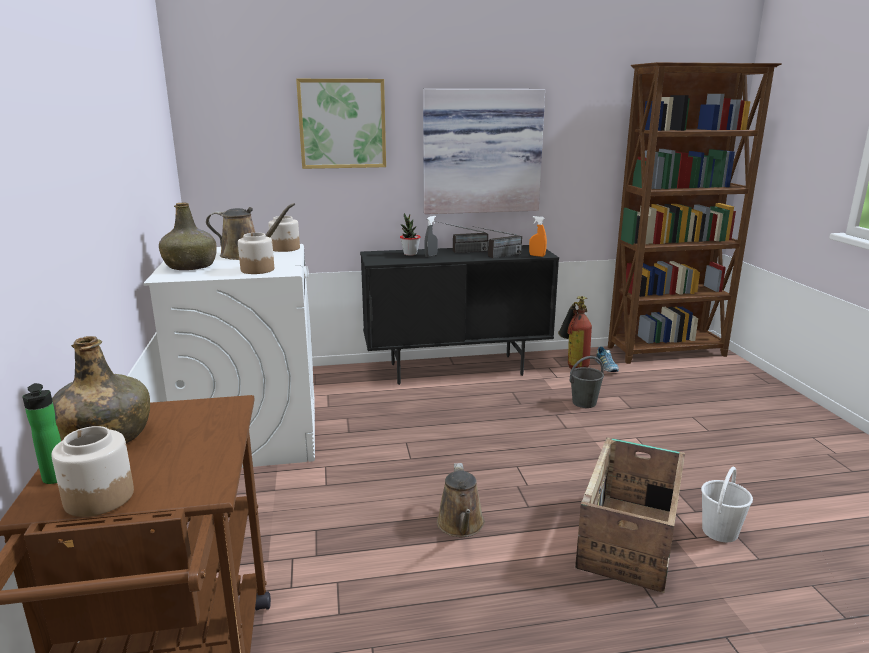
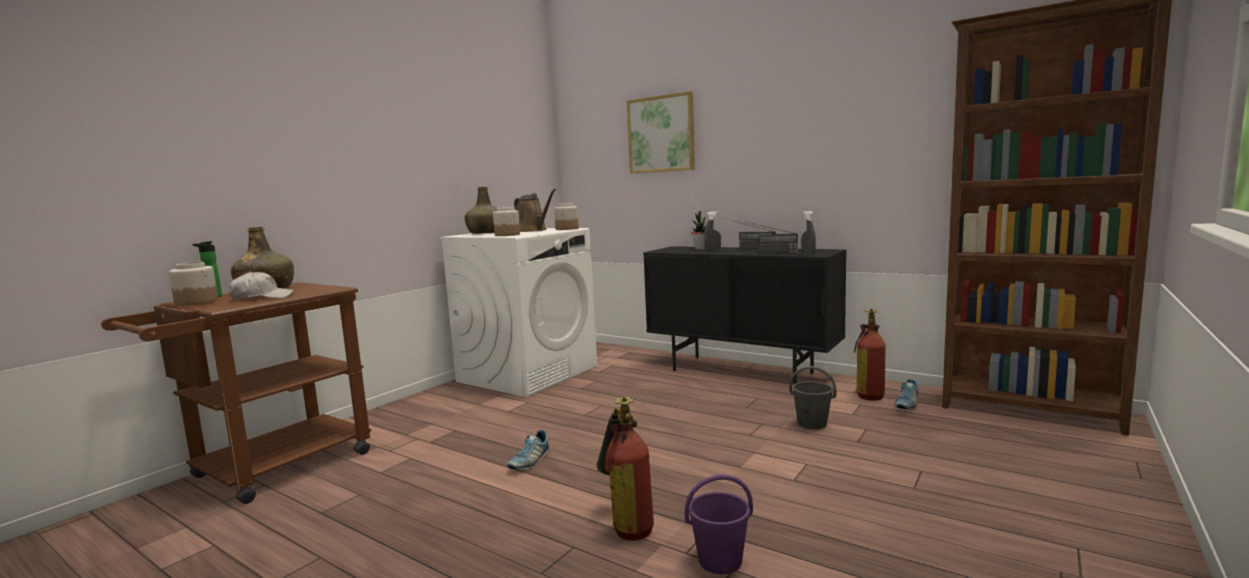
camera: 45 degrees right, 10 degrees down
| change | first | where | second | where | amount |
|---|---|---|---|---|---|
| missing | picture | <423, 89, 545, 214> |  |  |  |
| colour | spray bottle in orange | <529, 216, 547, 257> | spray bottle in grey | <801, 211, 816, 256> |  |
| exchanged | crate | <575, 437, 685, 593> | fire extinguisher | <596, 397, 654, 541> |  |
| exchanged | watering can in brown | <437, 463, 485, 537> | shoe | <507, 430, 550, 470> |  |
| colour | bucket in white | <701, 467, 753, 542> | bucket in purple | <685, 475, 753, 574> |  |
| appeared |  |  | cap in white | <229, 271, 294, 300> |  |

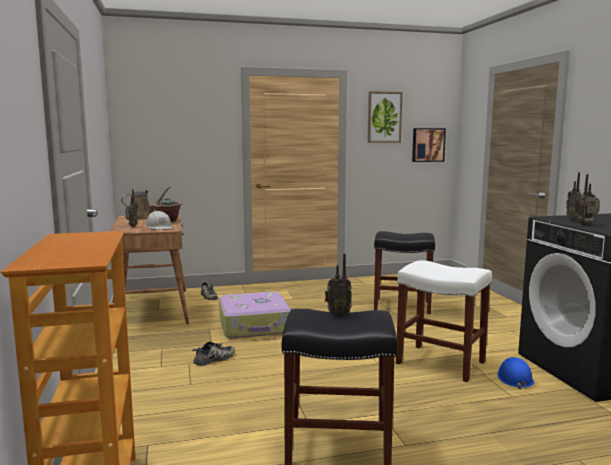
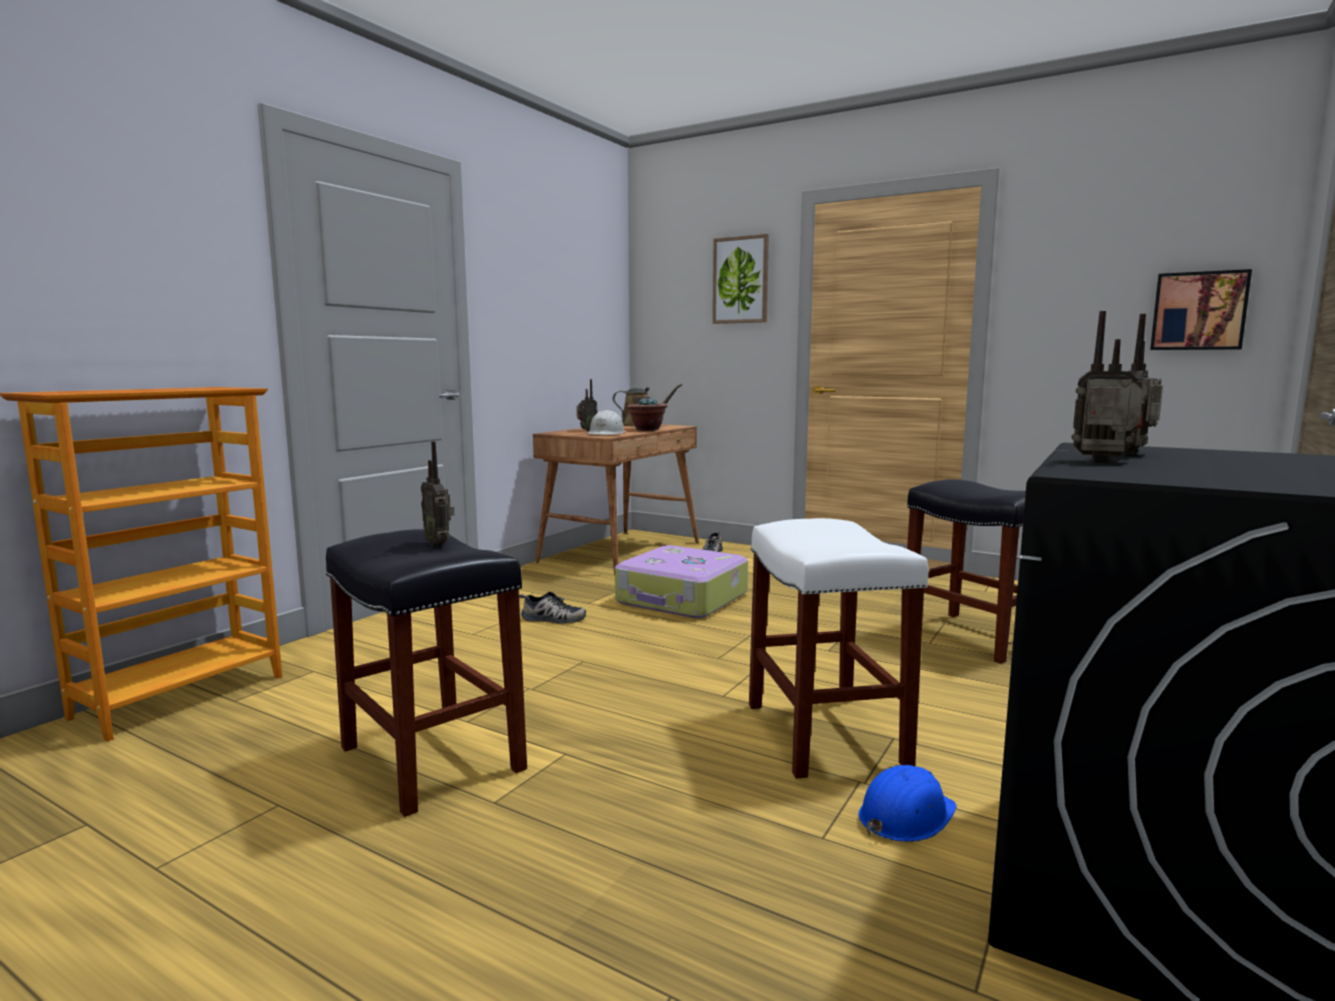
camera: 45 degrees right, 0 degrees up
| change | first | where | second | where | amount |
|---|---|---|---|---|---|
| relocated | picture | <368, 91, 403, 143> |  | <713, 234, 769, 324> |  |

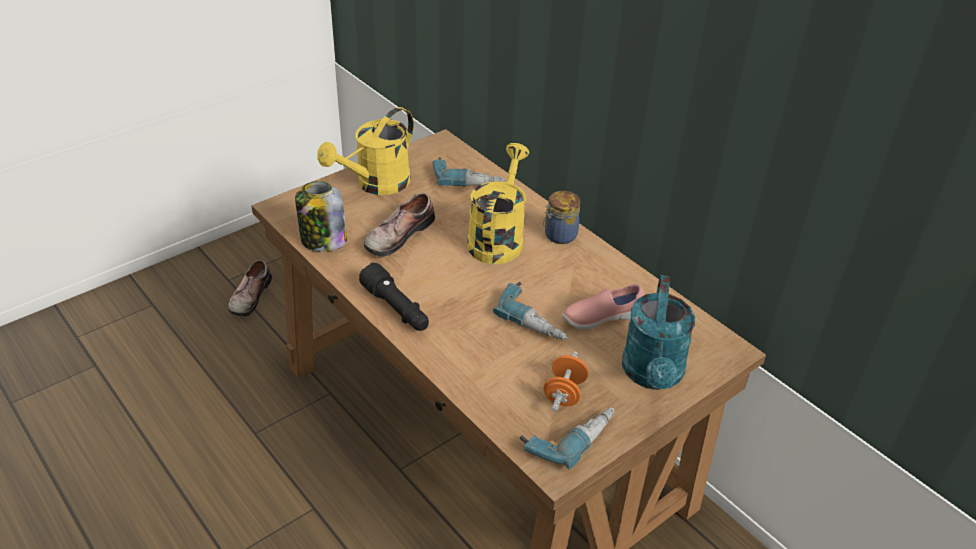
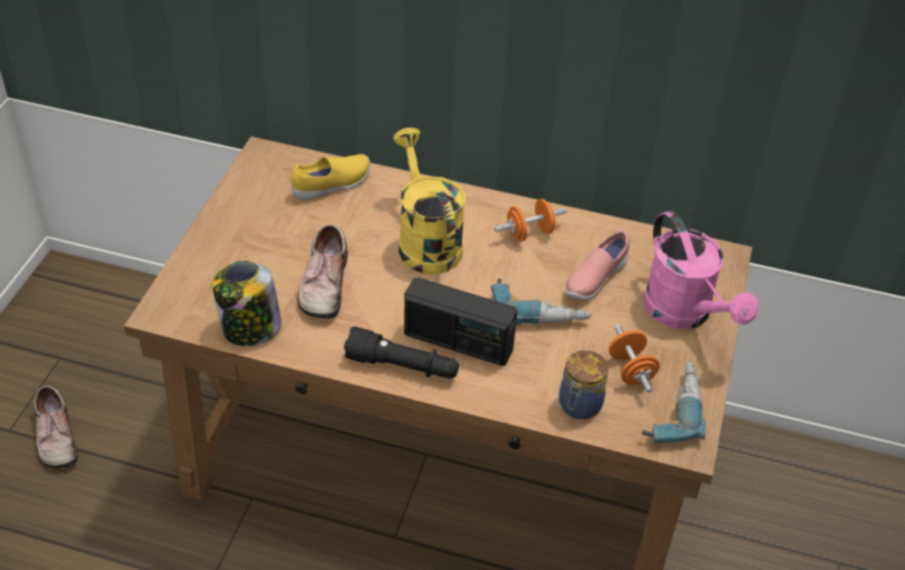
camera: 35 degrees left, 5 degrees up
| change | first | where | second | where | amount |
|---|---|---|---|---|---|
| missing | watering can in yellow | <317, 107, 414, 195> |  |  |  |
| exchanged | power drill | <432, 157, 506, 187> | shoe in yellow | <291, 154, 371, 200> |  |
| relocated | jar | <543, 191, 580, 244> |  | <559, 350, 608, 419> |  |
| colour | watering can in turquoise | <622, 275, 695, 390> | watering can in pink | <643, 211, 759, 329> |  |
| appeared |  |  | dumbbell in orange | <494, 199, 567, 242> |  |
| appeared |  |  | radio | <404, 277, 518, 366> |  |

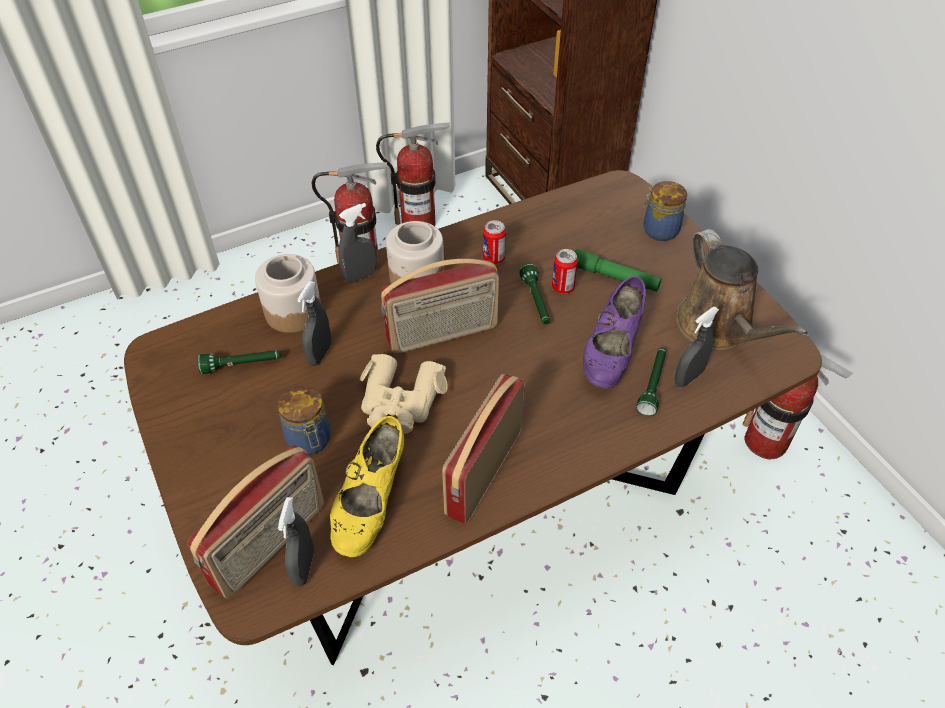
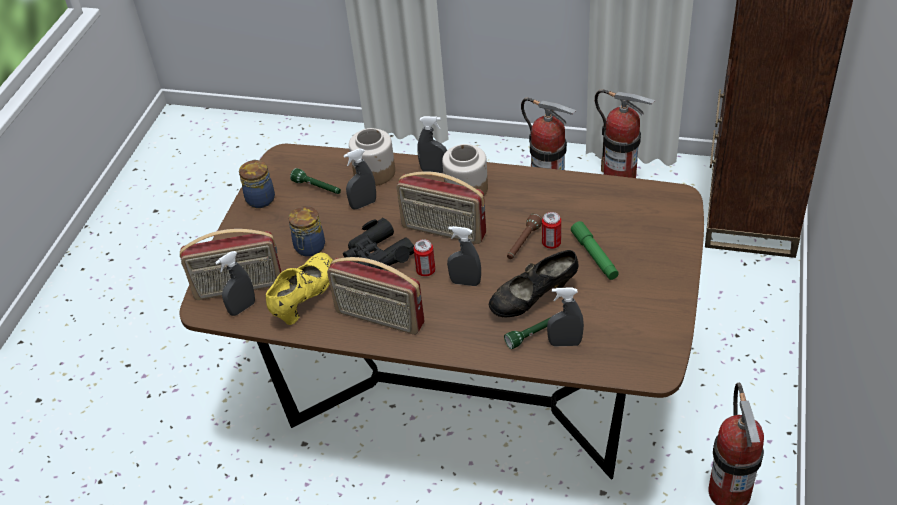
camera: 45 degrees right, 5 degrees down
| change | first | where | second | where | amount |
|---|---|---|---|---|---|
| relocated | jar | <643, 181, 687, 241> |  | <239, 160, 275, 208> |  |
| relocated | can | <483, 220, 506, 264> |  | <414, 239, 435, 276> |  |
| missing | watering can in brown | <676, 229, 808, 350> |  |  |  |
| colour | flashlight in green | <519, 264, 550, 325> | flashlight in brown | <507, 214, 542, 259> |  |
| colour | shoe in purple | <583, 276, 646, 389> | shoe in black | <489, 250, 578, 317> |  |
| colour | binoculars in beige | <359, 354, 448, 434> | binoculars in black | <343, 218, 414, 270> |  |
| spun | radio | <442, 374, 525, 525> |  | <327, 257, 425, 335> | 135 degrees counterclockwise |
| spun | shoe in yellow | <330, 416, 404, 557> |  | <266, 253, 333, 325> | 150 degrees clockwise |
| appeared |  |  | spray bottle in grey | <447, 226, 481, 286> |  |

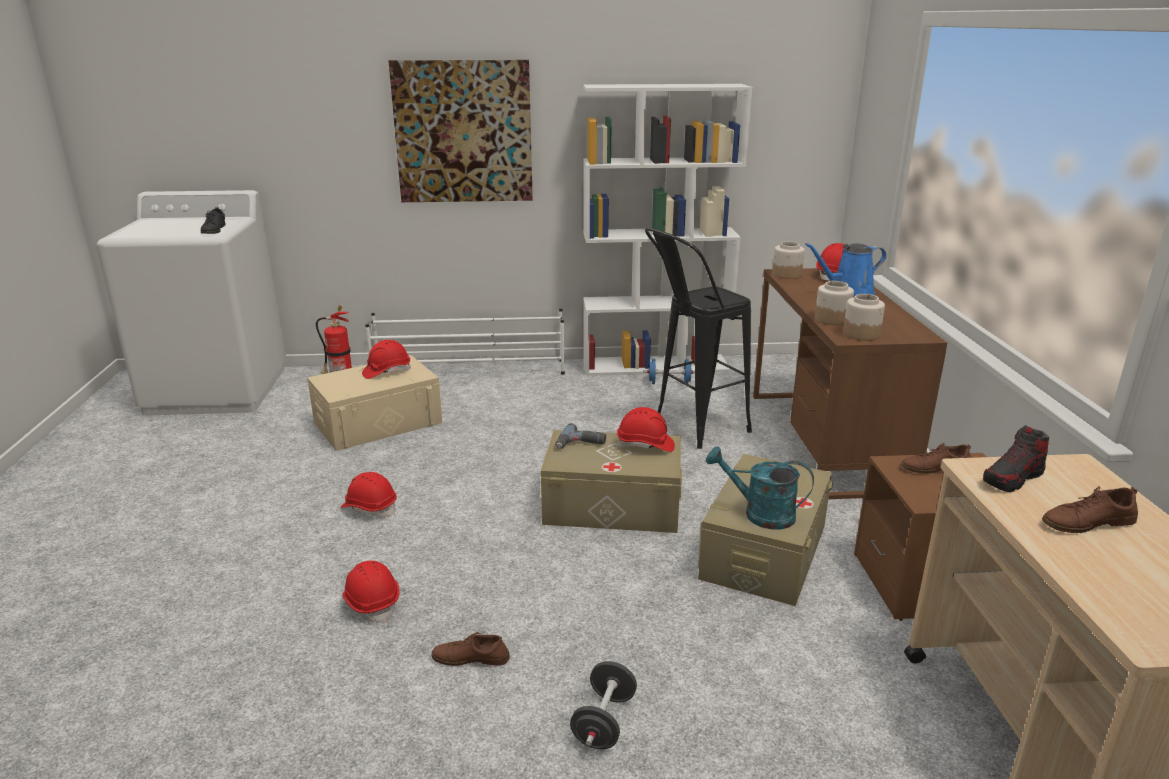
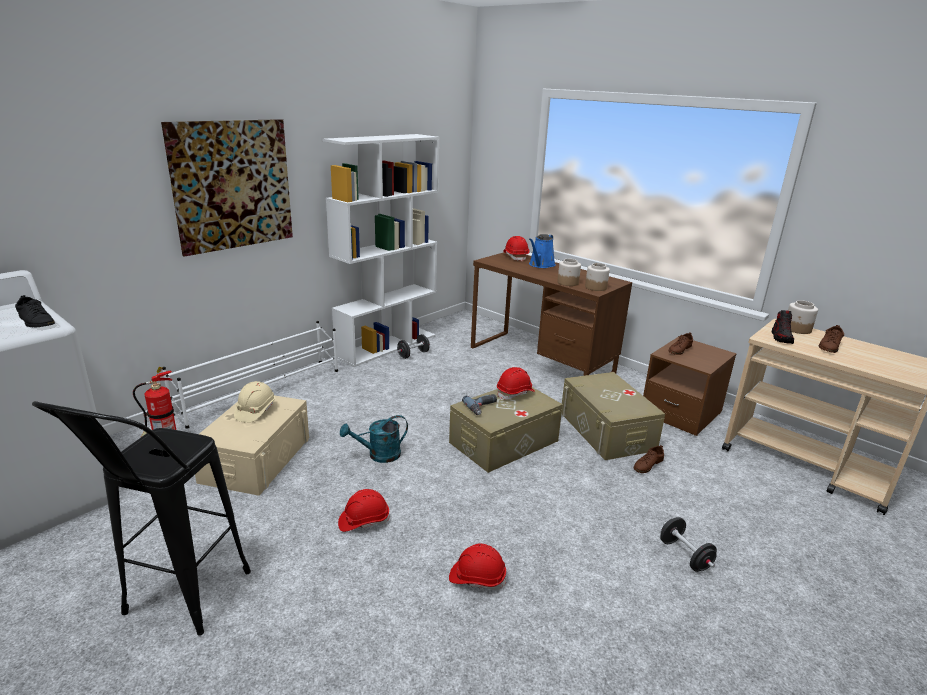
camera: 45 degrees left, 0 degrees up
| change | first | where | second | where | amount |
|---|---|---|---|---|---|
| relocated | stool in black | <645, 228, 752, 449> |  | <32, 401, 251, 636> |  |
| relocated | jar | <772, 242, 805, 279> |  | <788, 300, 818, 334> |  |
| colour | hard hat in red | <362, 340, 411, 379> | hard hat in beige | <234, 381, 275, 423> |  |
| colour | dumbbell in blue | <643, 359, 695, 384> | dumbbell in black | <397, 334, 430, 359> |  |
| relocated | watering can in turquoise | <706, 446, 814, 530> |  | <340, 415, 408, 463> |  |
| relocated | shoe in brown | <431, 632, 510, 666> |  | <634, 445, 664, 473> |  |

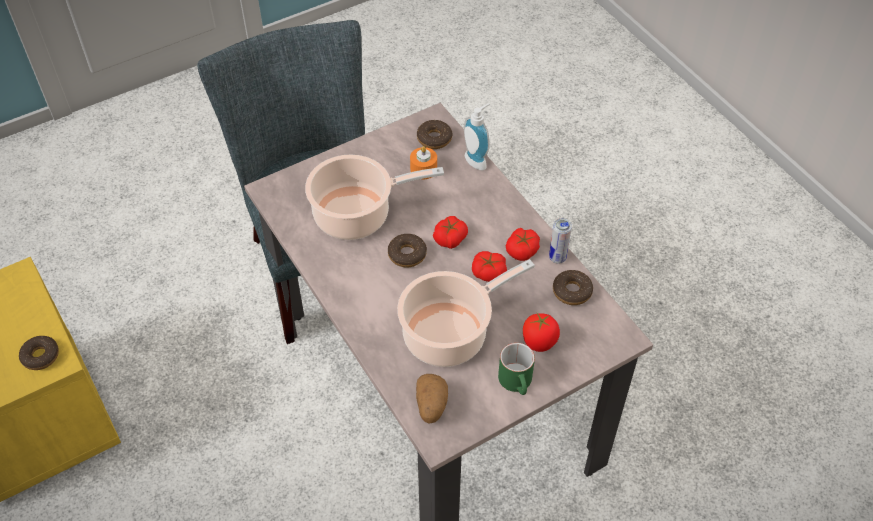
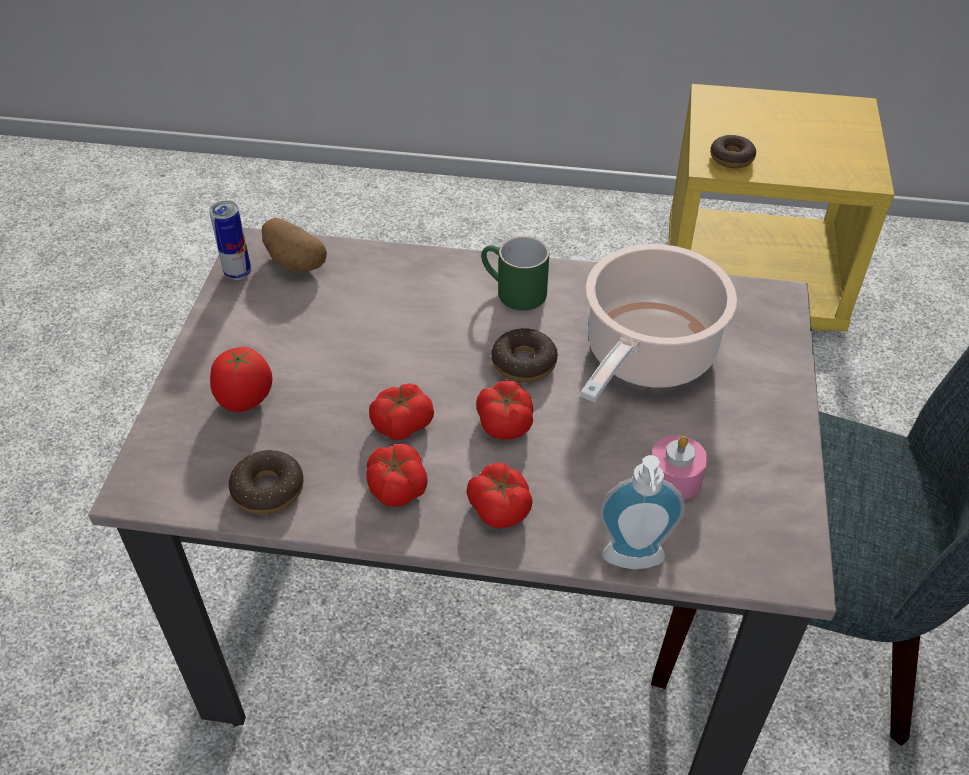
camera: 130 degrees right, 5 degrees down
| change | first | where | second | where | amount |
|---|---|---|---|---|---|
| missing | donut | <417, 120, 453, 149> |  |  |  |
| colour | candle in orange | <410, 146, 437, 179> | candle in pink | <652, 435, 708, 500> |  |
| relocated | can | <549, 218, 572, 264> |  | <209, 201, 251, 280> |  |
| missing | cooking pot | <397, 259, 535, 367> |  |  |  |
| relocated | mug in green | <498, 343, 535, 395> |  | <481, 236, 549, 310> |  |
| appeared |  |  | tomato | <466, 463, 533, 528> |  |

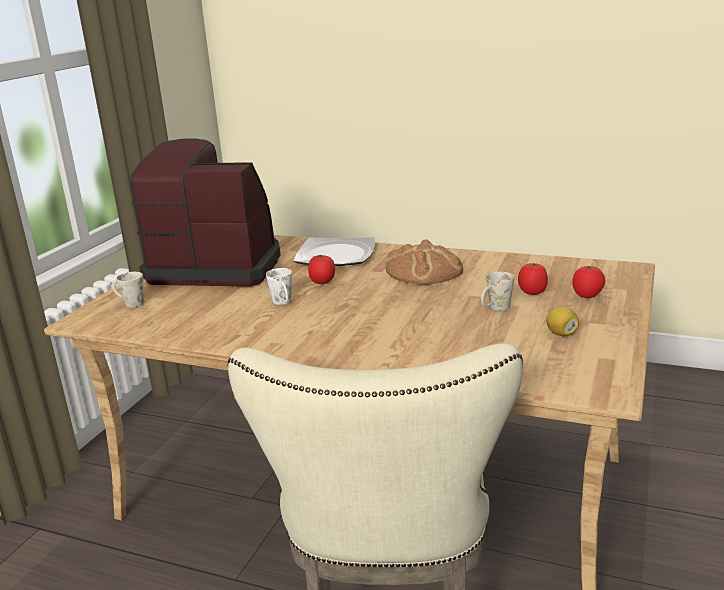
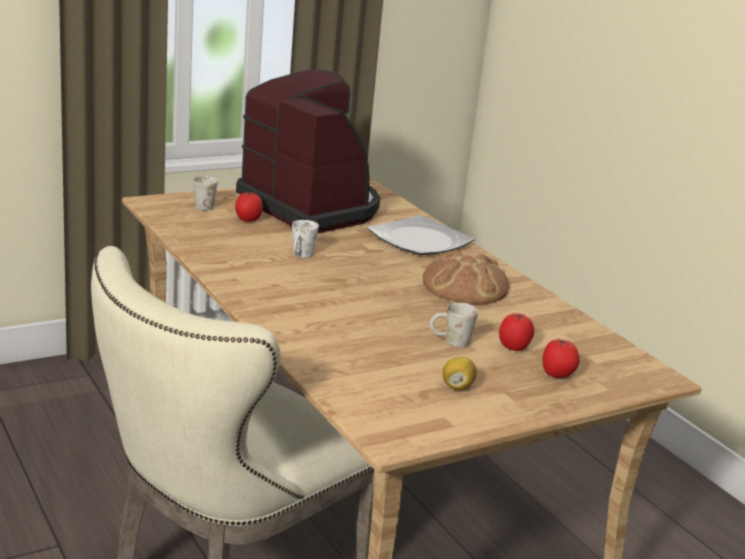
camera: 35 degrees right, 0 degrees up
| change | first | where | second | where | amount |
|---|---|---|---|---|---|
| relocated | tomato | <308, 254, 335, 284> |  | <235, 192, 263, 222> |  |

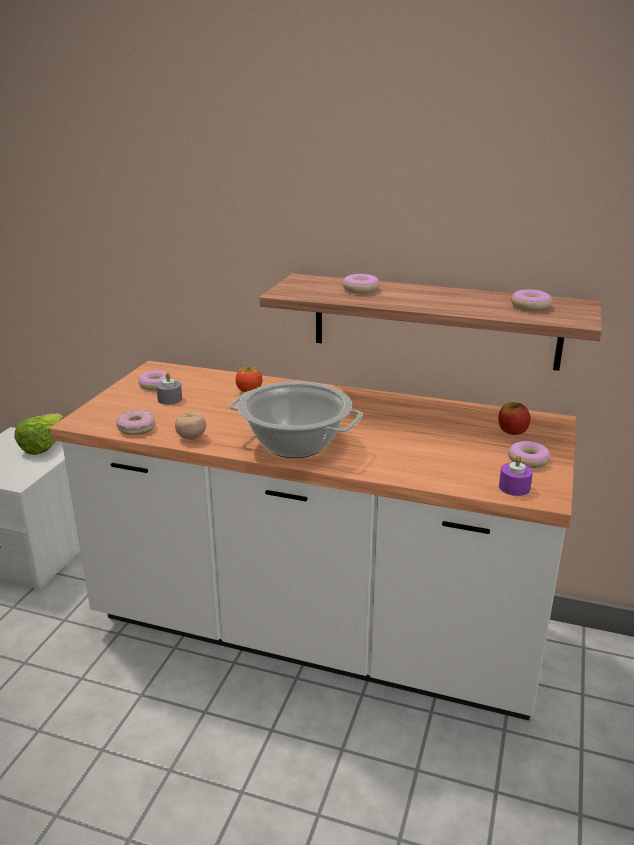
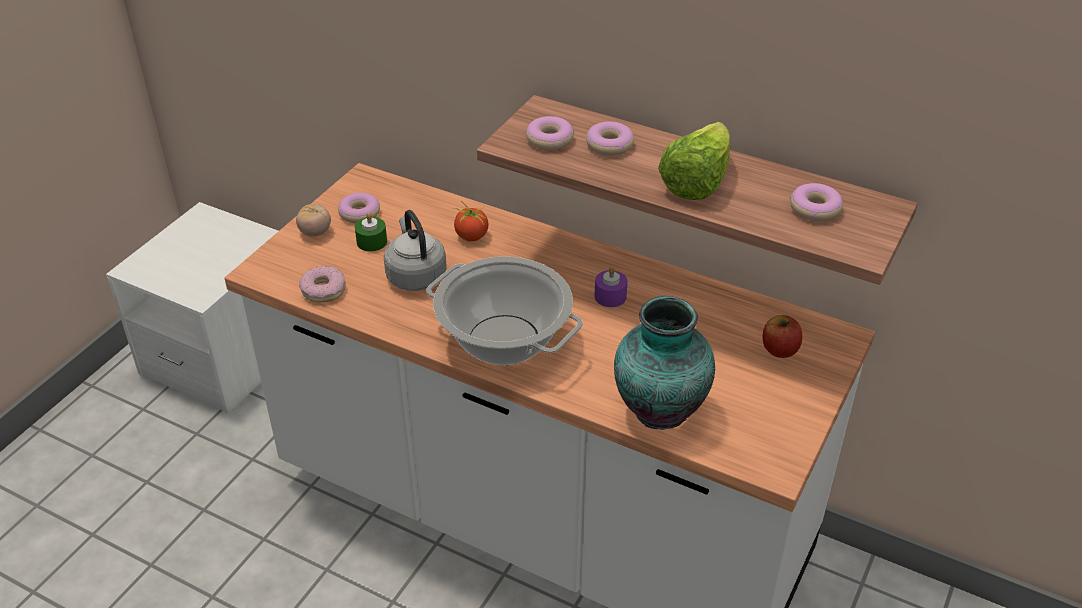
camera: 10 degrees right, 15 degrees up
| change | first | where | second | where | amount |
|---|---|---|---|---|---|
| colour | candle in grey | <156, 372, 182, 405> | candle in green | <355, 212, 387, 252> |  |
| relocated | tomato | <175, 411, 206, 440> |  | <296, 204, 331, 237> |  |
| relocated | lettuce | <14, 414, 63, 455> |  | <658, 122, 730, 200> |  |
| relocated | donut | <508, 441, 550, 468> |  | <526, 116, 574, 150> |  |
| relocated | candle in purple | <499, 455, 533, 496> |  | <594, 267, 628, 307> |  |
| appeared |  |  | kettle in grey | <384, 210, 447, 291> |  |
| appeared |  |  | vase | <614, 296, 715, 429> |  |

